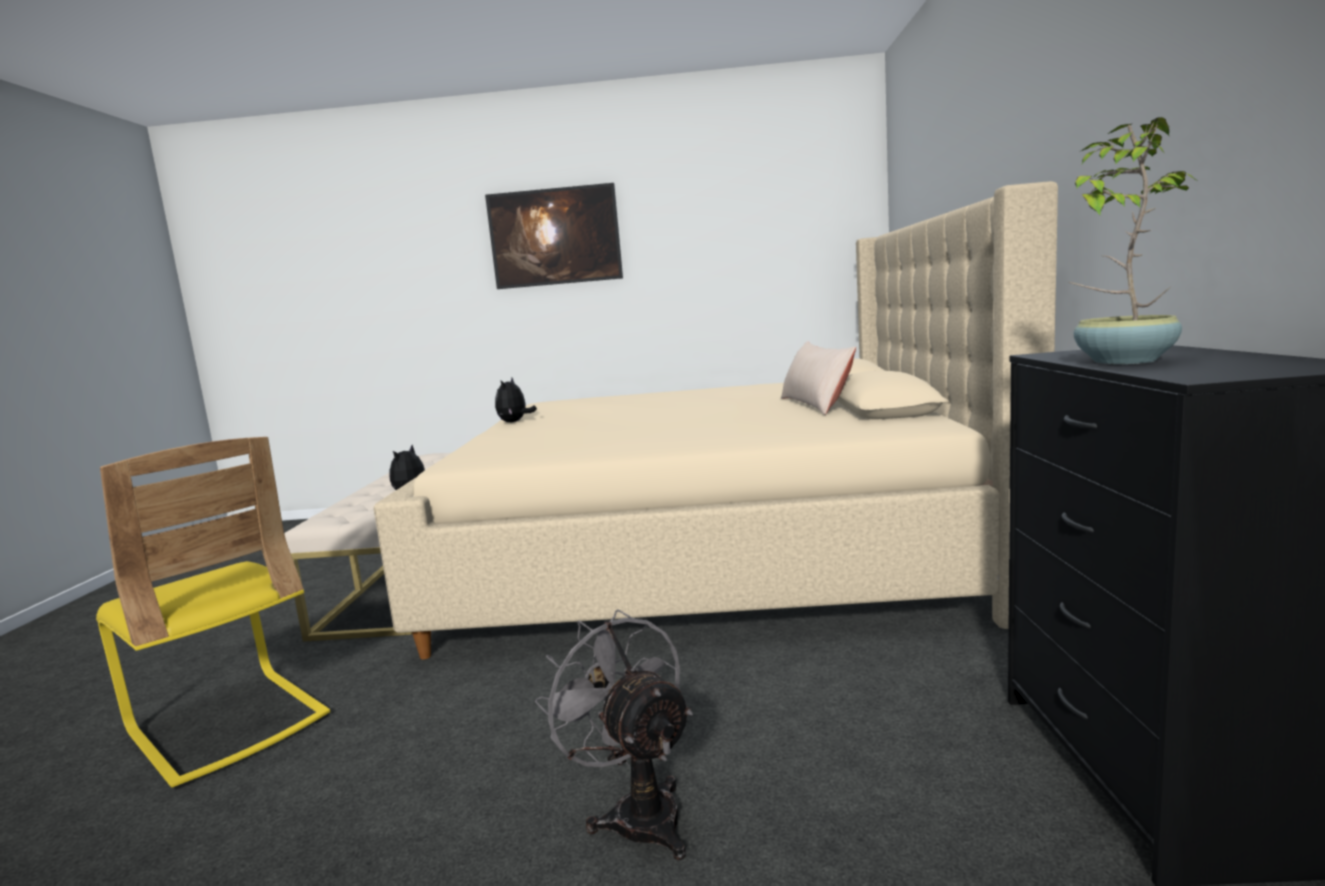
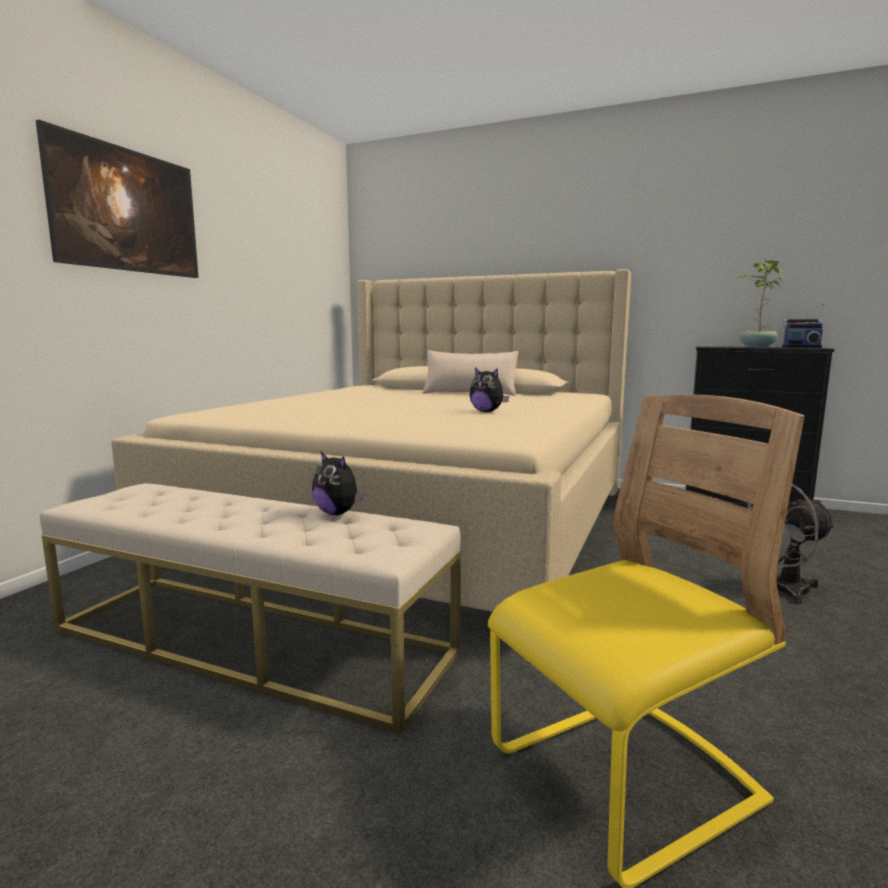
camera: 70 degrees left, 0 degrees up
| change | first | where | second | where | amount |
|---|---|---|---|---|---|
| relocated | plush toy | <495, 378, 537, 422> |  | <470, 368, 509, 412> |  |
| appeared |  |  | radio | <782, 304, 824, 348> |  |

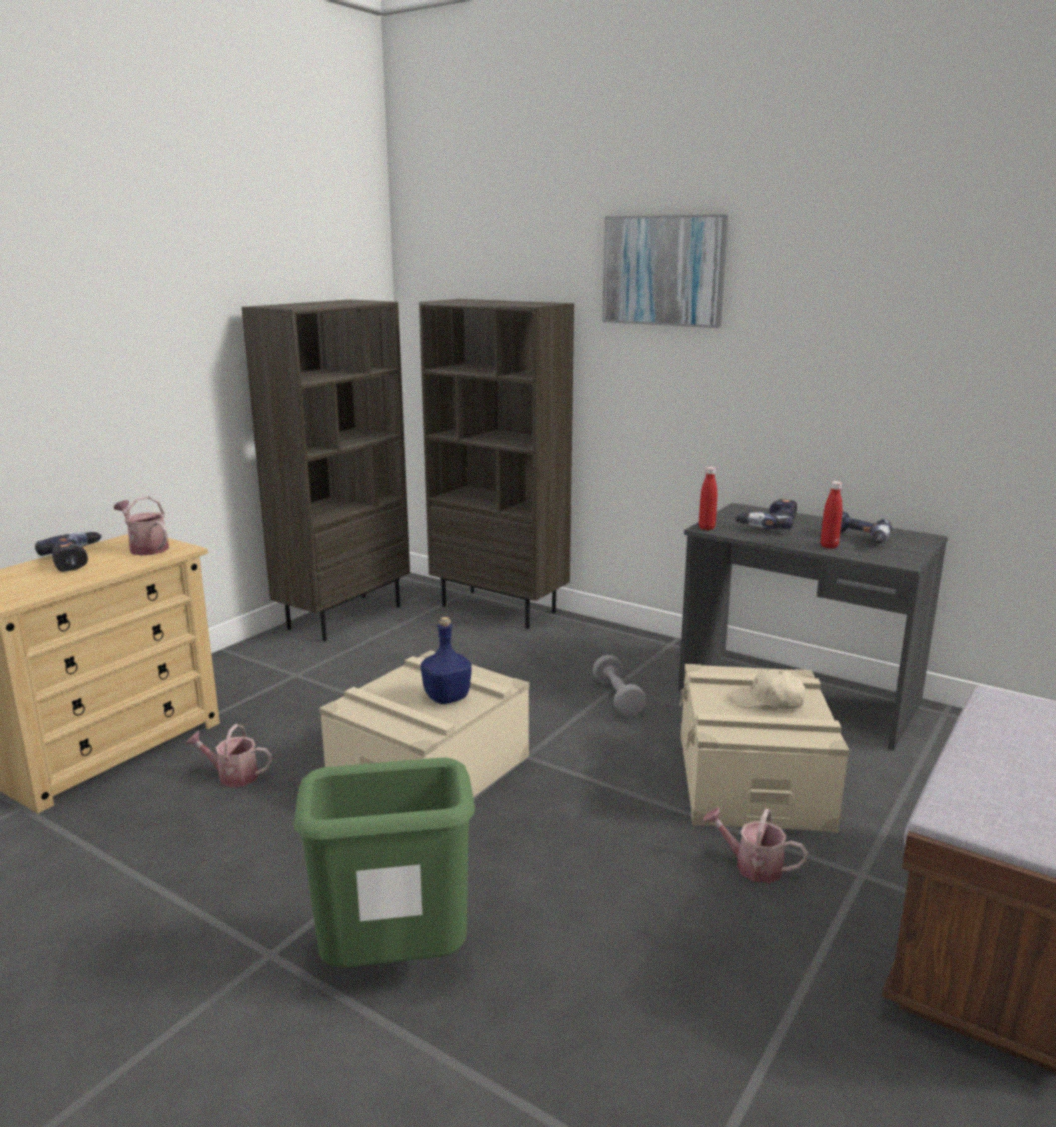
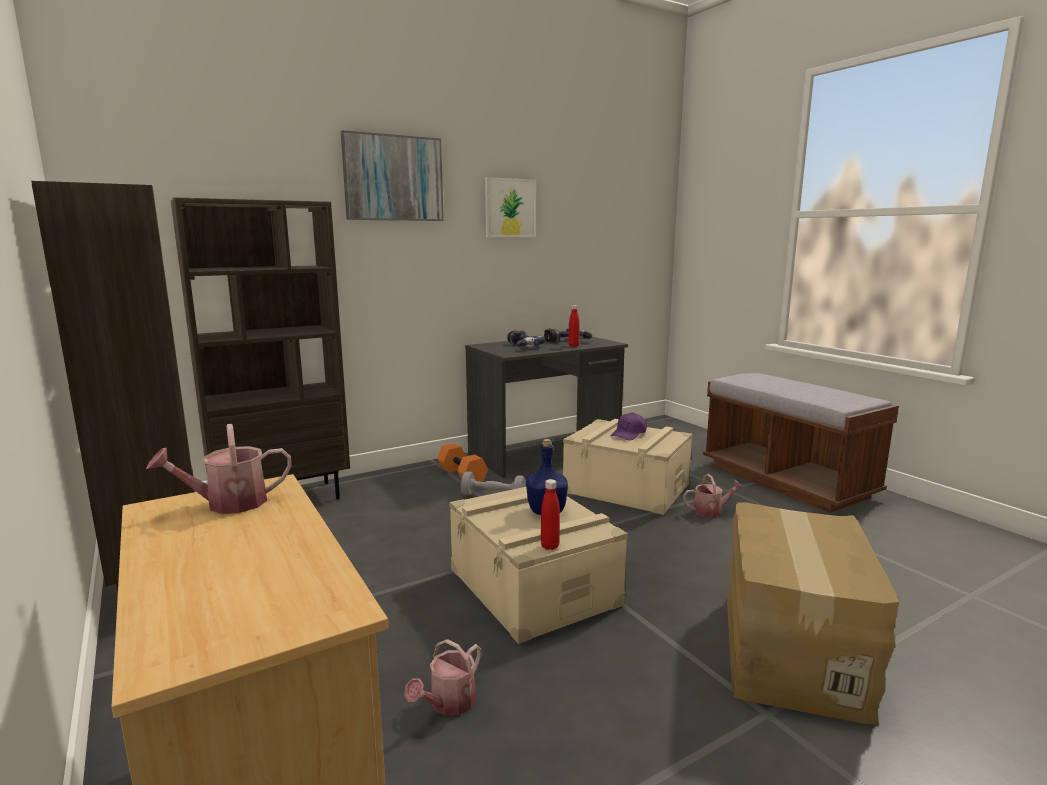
camera: 65 degrees left, 5 degrees down
| change | first | where | second | where | amount |
|---|---|---|---|---|---|
| relocated | bottle in red | <699, 467, 717, 530> |  | <541, 479, 560, 550> |  |
| missing | power drill | <35, 532, 102, 572> |  |  |  |
| colour | cap in beige | <732, 669, 805, 710> | cap in purple | <610, 413, 647, 440> |  |
| exchanged | trash can in green | <294, 757, 476, 967> | cardboard box | <727, 503, 899, 724> |  |
| spun | watering can | <703, 808, 808, 883> |  | <683, 474, 744, 517> | 150 degrees counterclockwise |
| appeared |  |  | picture | <485, 177, 536, 237> |  |
| appeared |  |  | dumbbell in orange | <437, 443, 488, 482> |  |

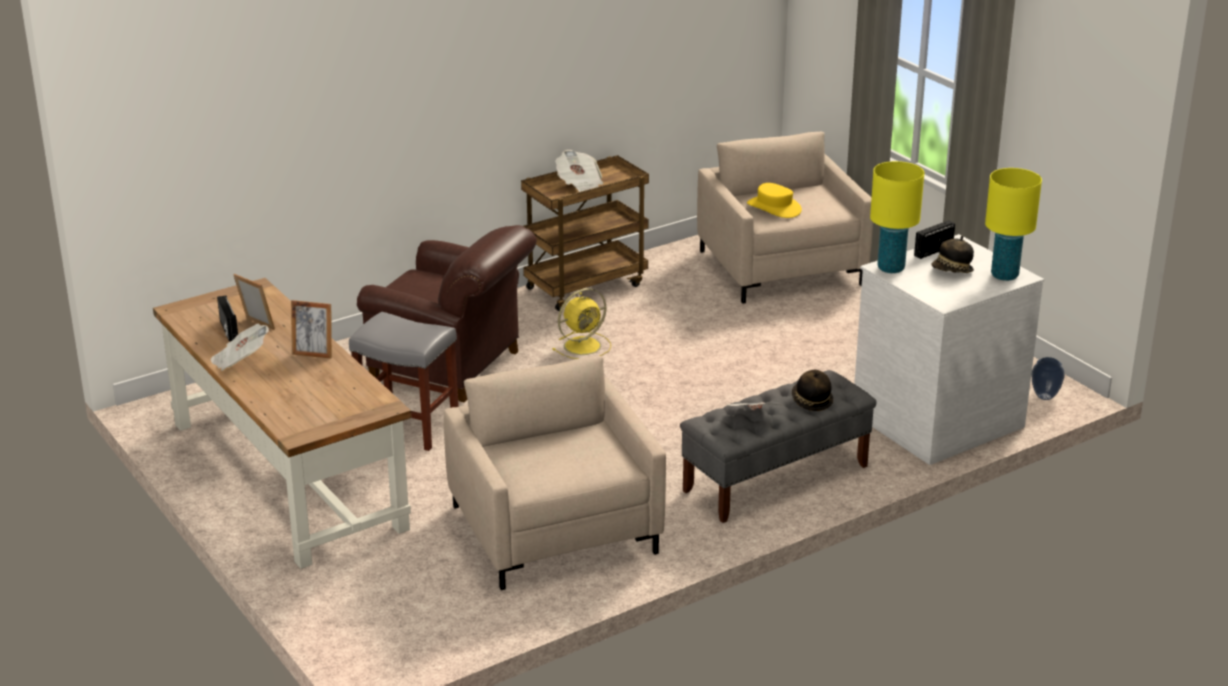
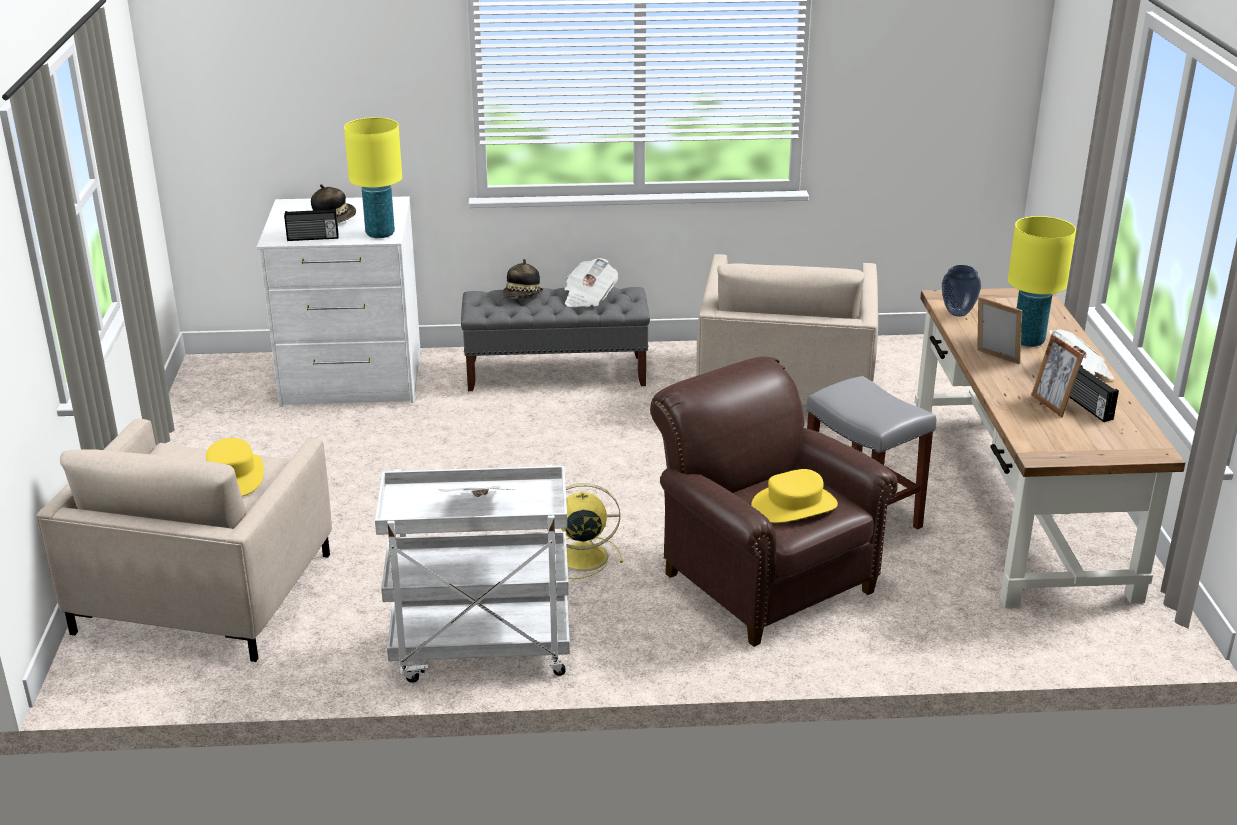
camera: 150 degrees left, 0 degrees up
| change | first | where | second | where | amount |
|---|---|---|---|---|---|
| colour | cart in brown | <521, 155, 649, 311> | cart in white | <375, 465, 570, 683> |  |
| relocated | table lamp in yellow | <985, 168, 1042, 281> |  | <1008, 216, 1076, 347> |  |
| spun | radio | <217, 295, 238, 342> |  | <1069, 365, 1119, 422> | 150 degrees clockwise |
| relocated | vase | <1031, 357, 1065, 400> |  | <942, 265, 981, 317> |  |
| appeared |  |  | hat in yellow | <751, 469, 838, 523> |  |

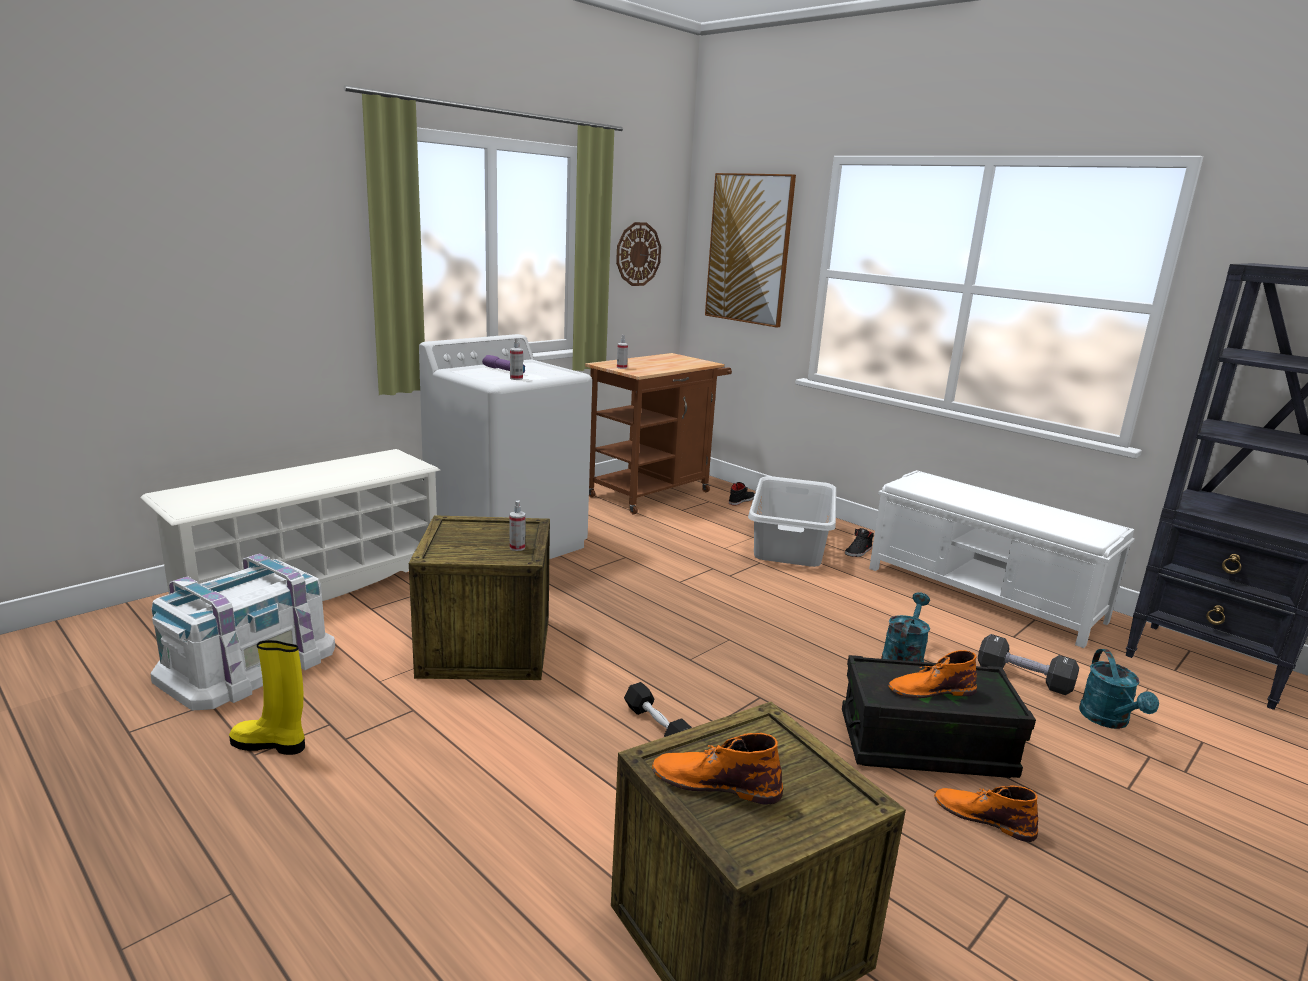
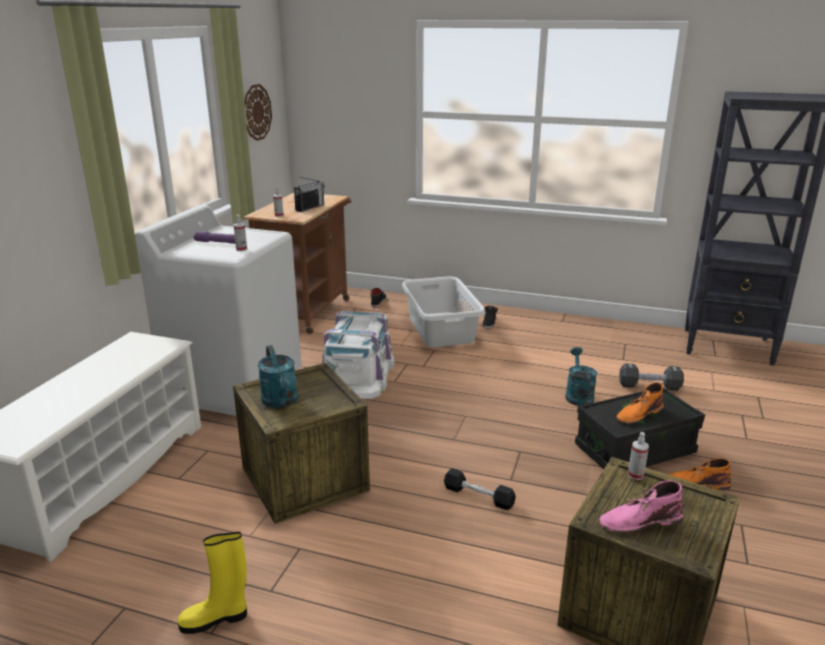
camera: 25 degrees left, 5 degrees up
| change | first | where | second | where | amount |
|---|---|---|---|---|---|
| missing | picture | <705, 173, 796, 327> |  |  |  |
| missing | bench in white | <869, 470, 1135, 648> |  |  |  |
| relocated | spray bottle | <510, 501, 525, 551> |  | <628, 432, 649, 480> |  |
| relocated | storage box in white | <151, 553, 335, 710> |  | <322, 311, 394, 399> |  |
| relocated | watering can in turquoise | <1079, 649, 1159, 729> |  | <258, 345, 298, 408> |  |
| colour | boot in orange | <652, 733, 783, 805> | boot in pink | <599, 480, 683, 533> |  |
| appeared |  |  | radio | <294, 177, 325, 212> |  |

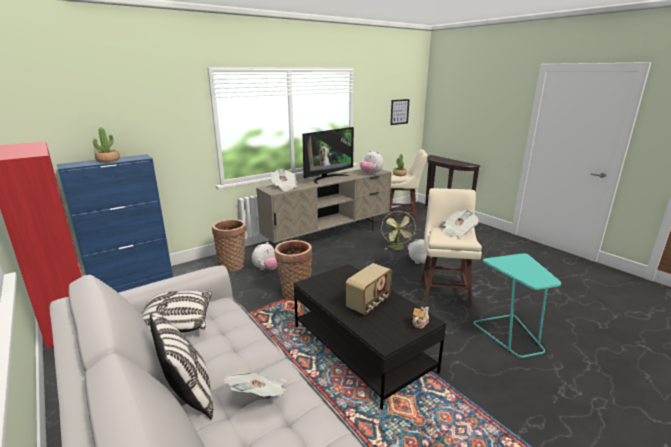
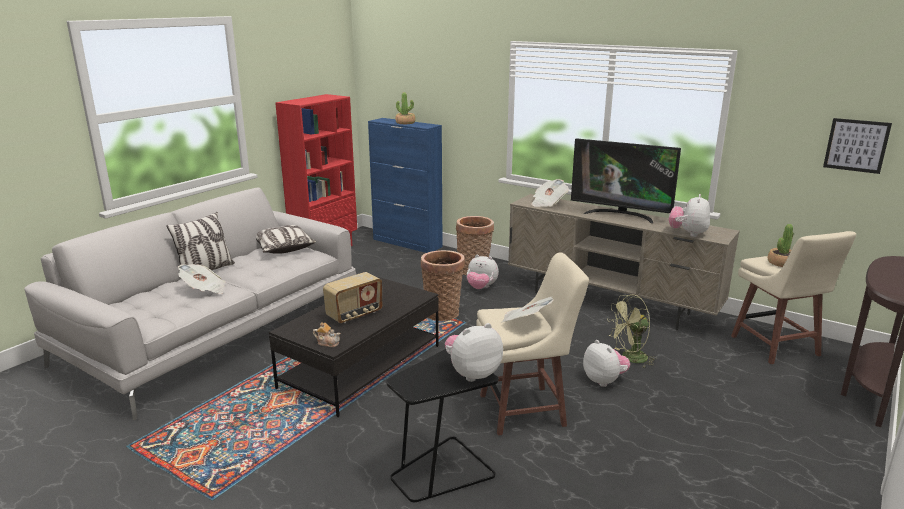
camera: 70 degrees right, 0 degrees up
| change | first | where | second | where | amount |
|---|---|---|---|---|---|
| colour | side table in turquoise | <474, 253, 561, 358> | side table in black | <386, 349, 499, 502> |  |
| spun | radio | <346, 263, 392, 315> |  | <323, 272, 382, 323> | 60 degrees counterclockwise |
| appeared |  |  | plush toy | <445, 323, 503, 382> |  |

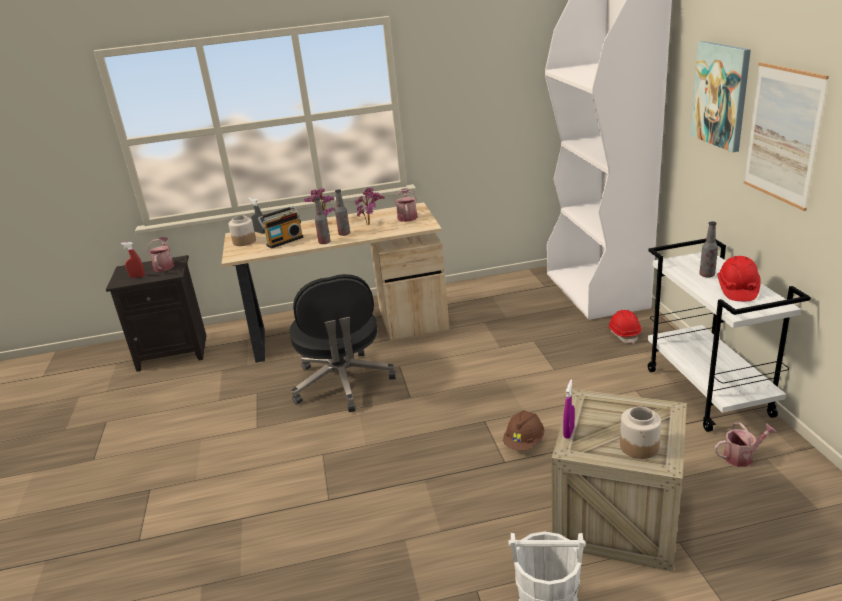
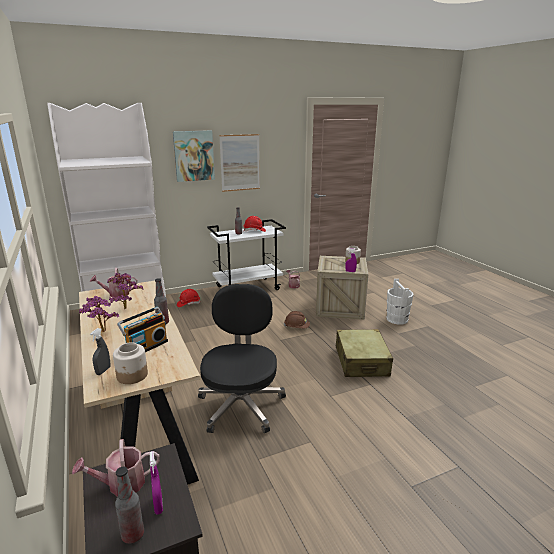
camera: 105 degrees left, 5 degrees down
| change | first | where | second | where | amount |
|---|---|---|---|---|---|
| relocated | bottle | <335, 189, 350, 236> |  | <115, 466, 144, 544> |  |
| spun | radio | <258, 206, 304, 249> |  | <117, 307, 168, 352> | 90 degrees clockwise |
| colour | spray bottle in red | <121, 242, 145, 278> | spray bottle in purple | <150, 451, 163, 515> |  |
| spun | office chair in black | <290, 274, 396, 412> |  | <198, 284, 286, 433> | 60 degrees counterclockwise |
| appeared |  |  | suitcase in beige | <336, 329, 393, 377> |  |

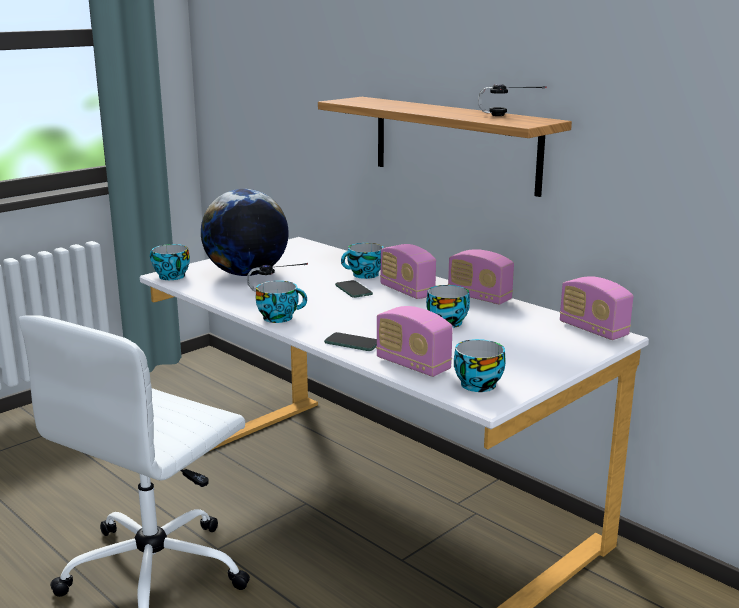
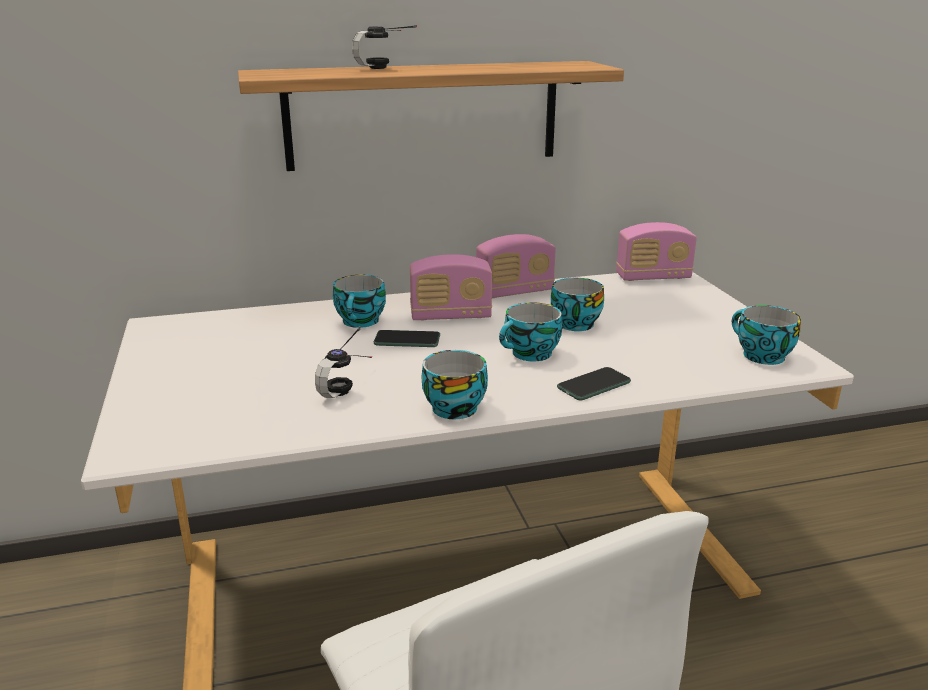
camera: 60 degrees left, 5 degrees up
| change | first | where | second | where | amount |
|---|---|---|---|---|---|
| relocated | headphones | <478, 84, 547, 116> |  | <352, 25, 417, 69> |  |
| missing | globe | <201, 189, 289, 276> |  |  |  |
| relocated | cup | <150, 244, 190, 280> |  | <499, 302, 562, 361> |  |
| missing | radio | <376, 306, 453, 377> |  |  |  |

